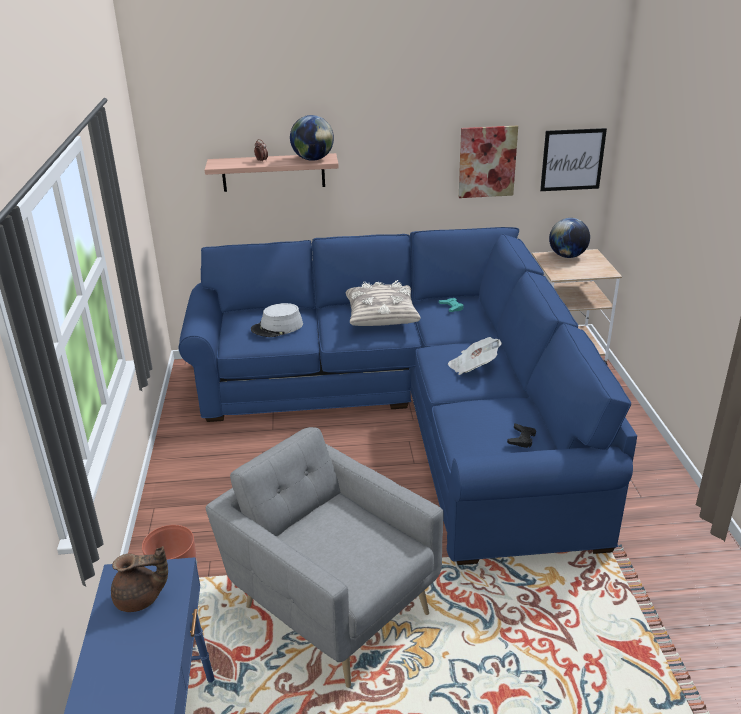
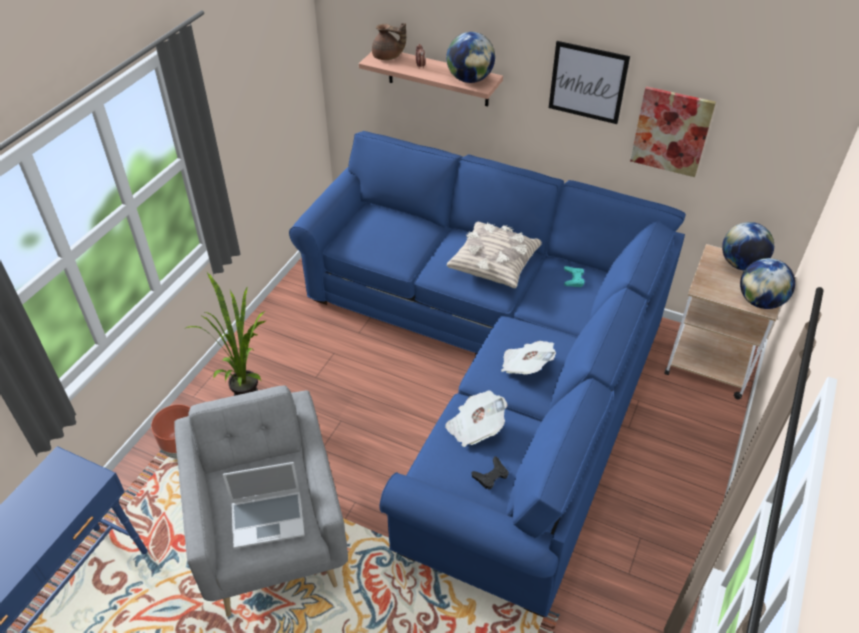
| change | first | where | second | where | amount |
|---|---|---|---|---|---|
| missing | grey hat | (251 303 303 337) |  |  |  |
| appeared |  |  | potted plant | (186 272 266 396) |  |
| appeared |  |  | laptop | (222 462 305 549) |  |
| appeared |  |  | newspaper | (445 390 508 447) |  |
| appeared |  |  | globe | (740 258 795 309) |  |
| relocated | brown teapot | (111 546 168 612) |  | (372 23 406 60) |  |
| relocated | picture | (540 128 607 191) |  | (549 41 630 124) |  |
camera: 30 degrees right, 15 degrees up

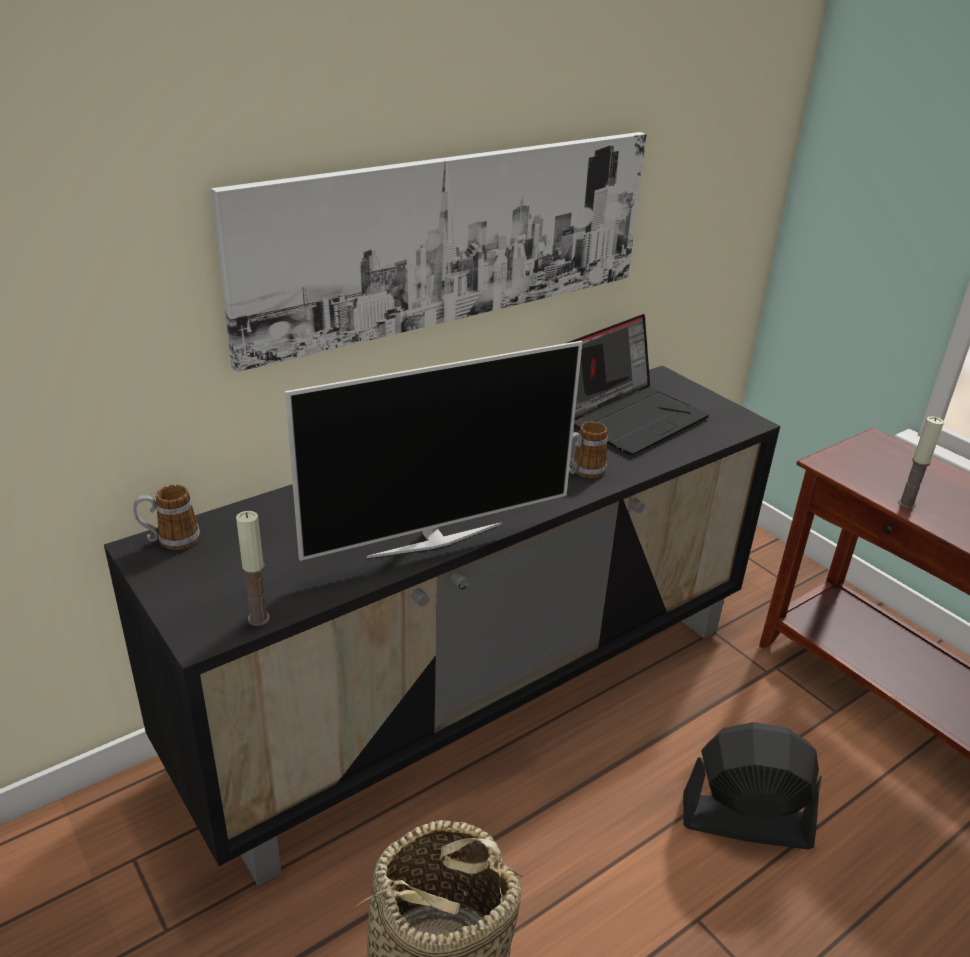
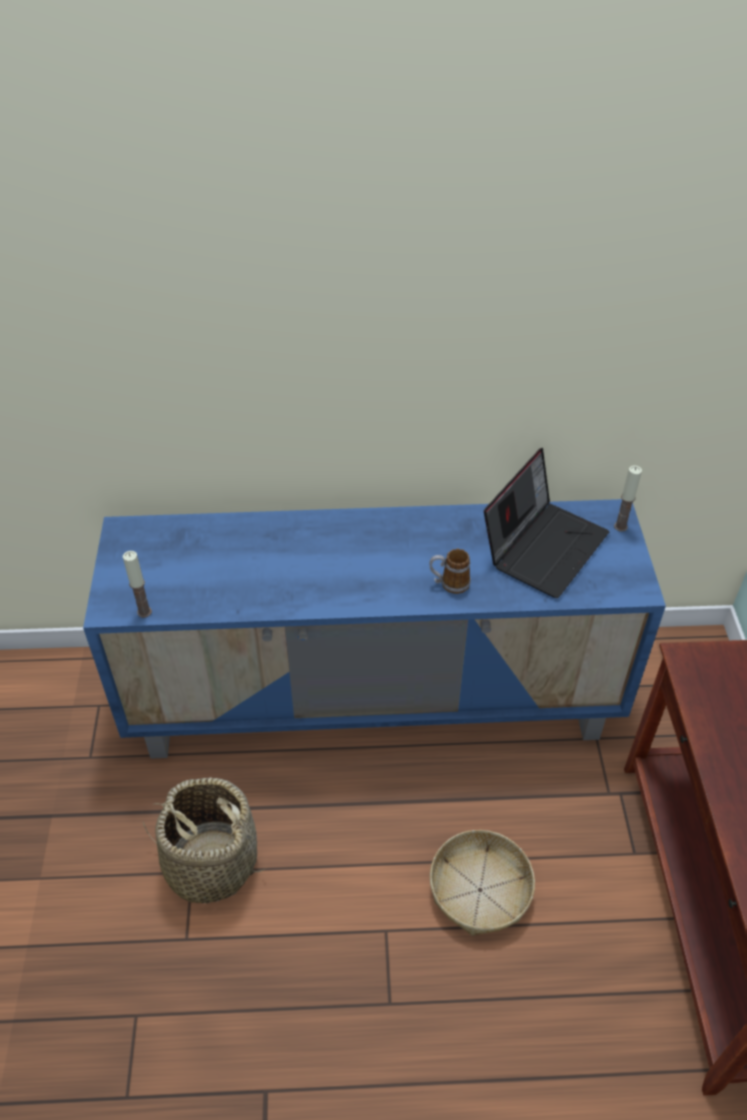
| change | first | where | second | where | amount |
|---|---|---|---|---|---|
| missing | mug | (133 485 200 550) |  |  |  |
| missing | picture | (211 132 647 373) |  |  |  |
| missing | television | (285 341 583 561) |  |  |  |
| relocated | candle | (898 416 944 509) |  | (614 465 642 532) |  |
| exchanged | black fan | (683 722 822 849) | basket | (430 830 535 936) |  |
| colour | black tv stand | (104 366 780 886) | blue tv stand | (83 499 666 759) |  |
| spun | laptop | (564 314 710 455) |  | (484 448 609 598) | 45 degrees counterclockwise |
camera: 35 degrees right, 15 degrees up

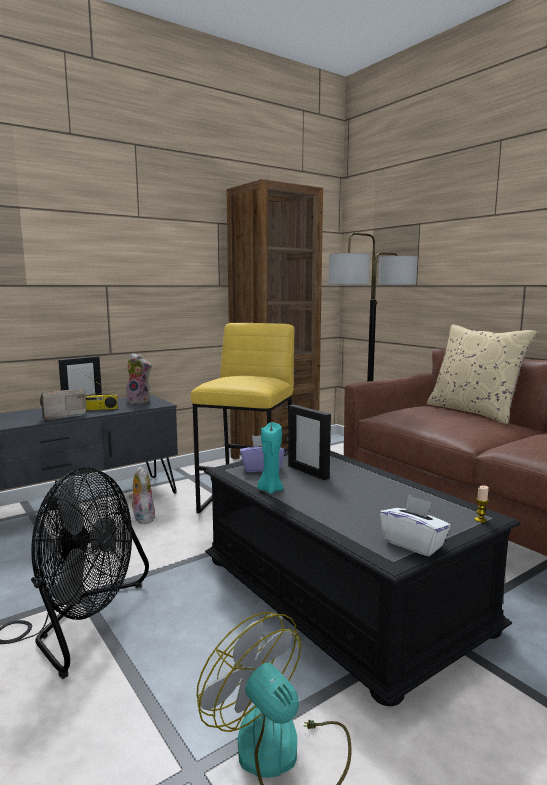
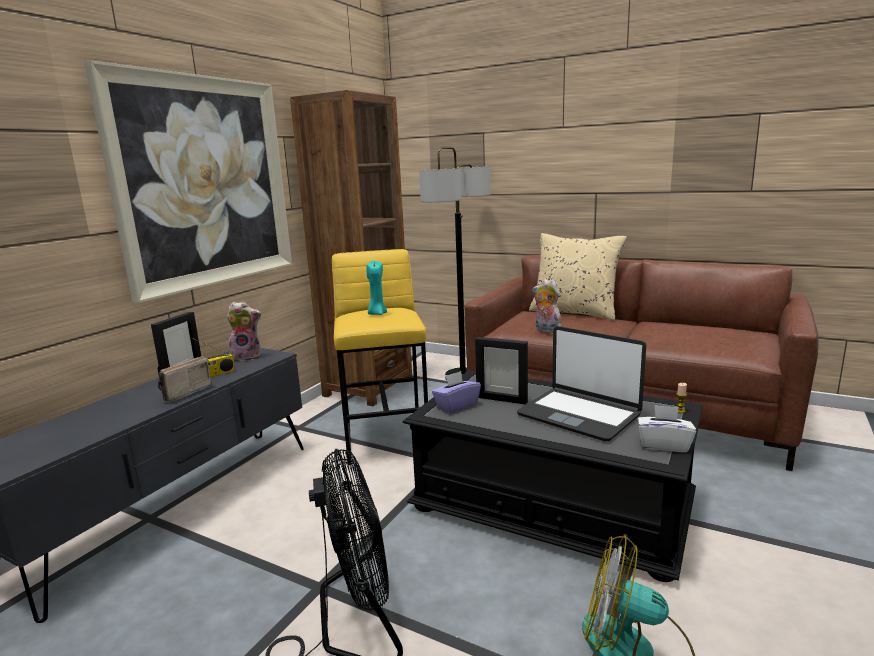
| change | first | where | second | where | amount |
|---|---|---|---|---|---|
| appeared |  |  | picture | (84 60 292 303) |  |
| appeared |  |  | laptop | (517 326 646 441) |  |
| relocated | plush toy | (128 466 155 524) |  | (532 279 561 333) |  |
| relocated | turquoise candle | (257 422 284 494) |  | (366 261 387 315) |  |
camera: 25 degrees left, 5 degrees up

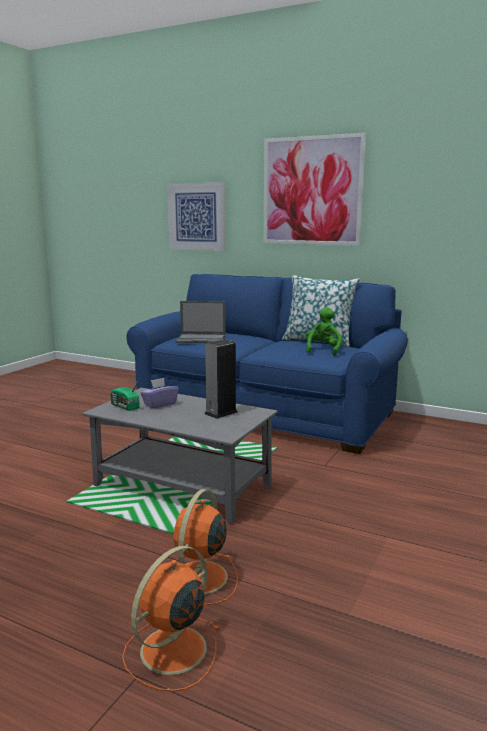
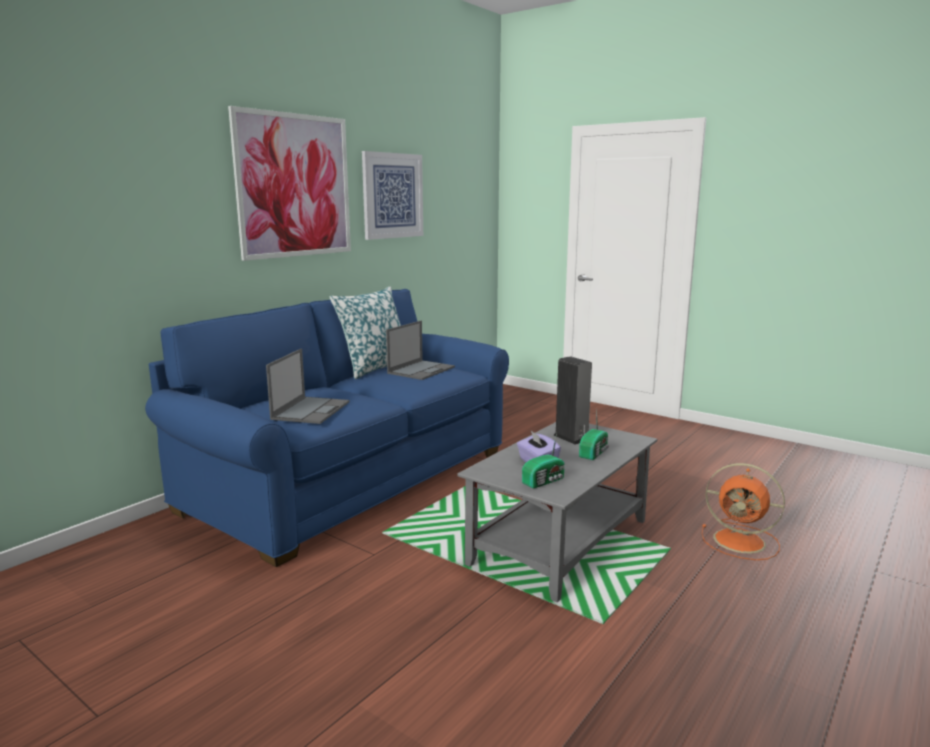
| change | first | where | second | where | amount |
|---|---|---|---|---|---|
| missing | orange fan | (122 546 221 691) |  |  |  |
| appeared |  |  | radio | (579 409 609 460) |  |
| relocated | picture | (167 182 225 251) |  | (362 151 423 240) |  |
| exchanged | green plush toy | (305 307 342 356) | laptop | (386 321 455 380) |  |
camera: 80 degrees left, 0 degrees up

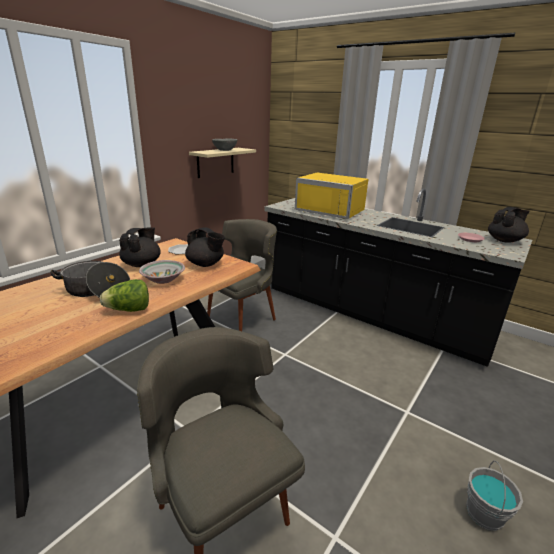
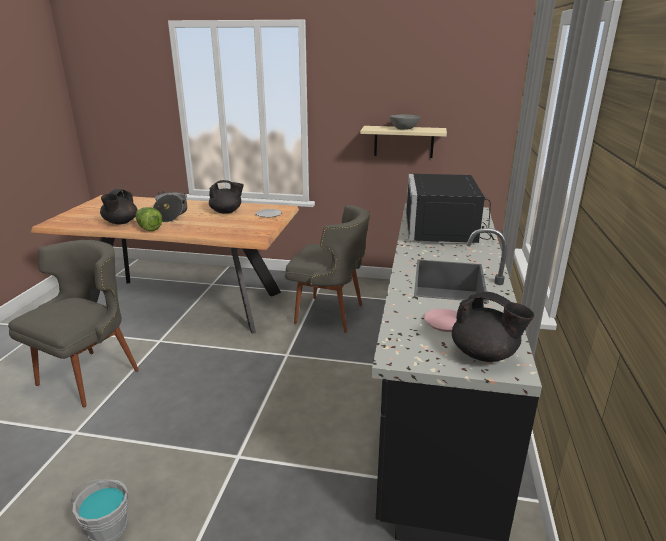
| change | first | where | second | where | amount |
|---|---|---|---|---|---|
| missing | bowl | (139 260 185 284) |  |  |  |
| relocated | black teapot | (185 227 225 267) |  | (100 189 138 225) |  |
| colour | yellow microwave | (295 173 368 219) | black microwave | (406 174 494 243) |  |
camera: 65 degrees right, 0 degrees up

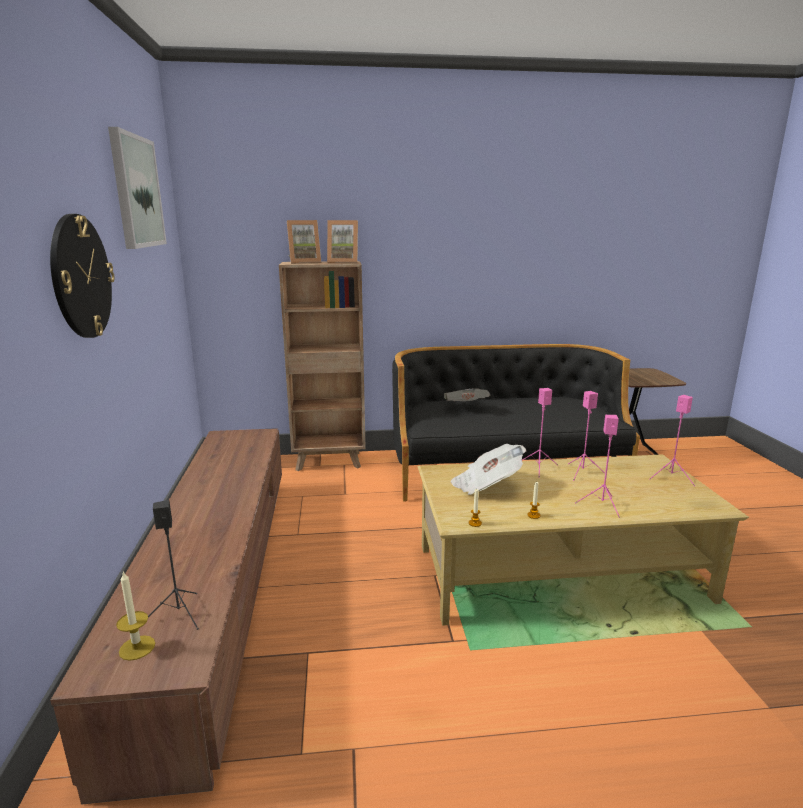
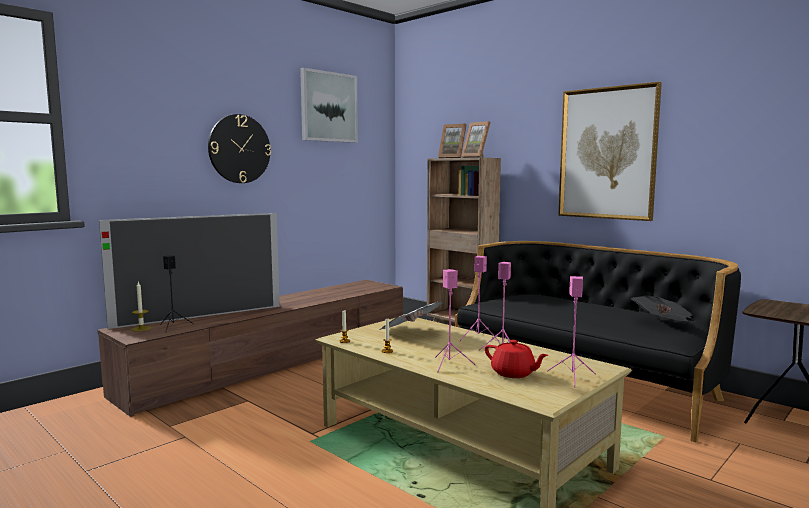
| change | first | where | second | where | amount |
|---|---|---|---|---|---|
| appeared |  |  | television | (99 213 280 329) |  |
| appeared |  |  | red teapot | (485 340 548 378) |  |
| appeared |  |  | picture | (558 82 662 221) |  |
| relocated | newspaper | (444 388 491 401) |  | (631 296 692 321) |  |
camera: 50 degrees right, 10 degrees down

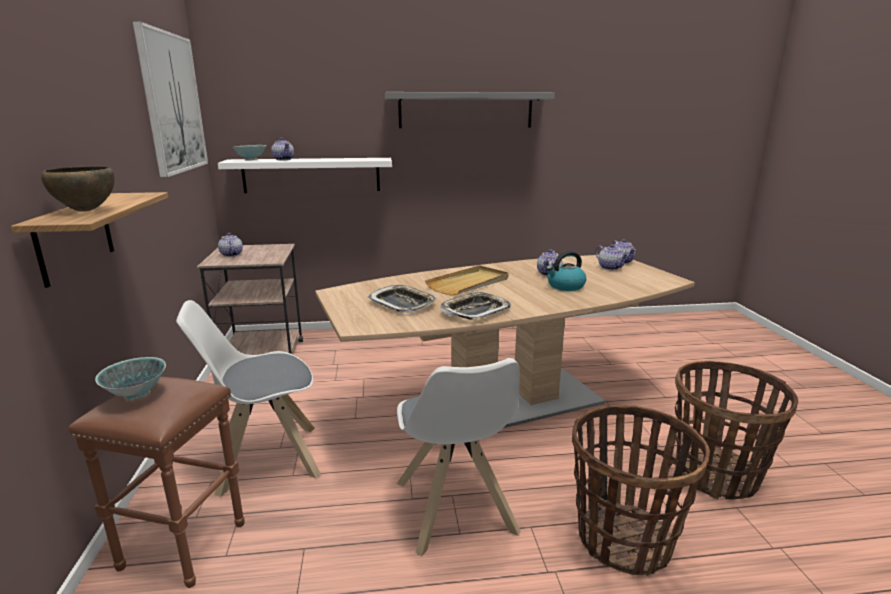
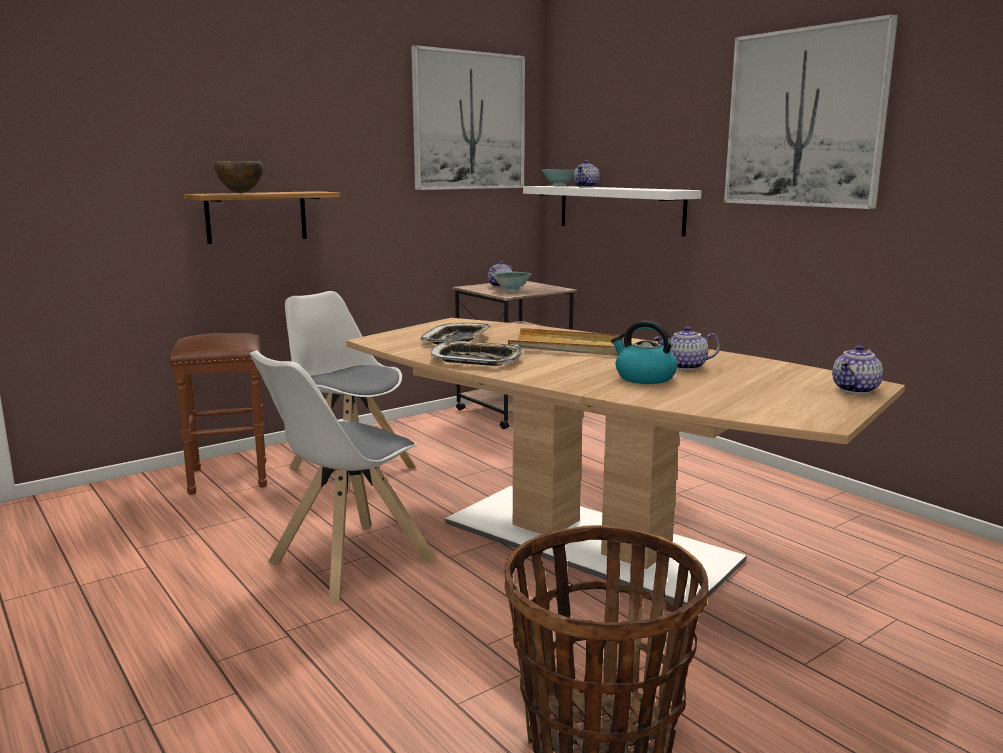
| change | first | where | second | where | amount |
|---|---|---|---|---|---|
| missing | basket | (572 405 710 576) |  |  |  |
| missing | teapot | (595 244 629 270) |  |  |  |
| relocated | bowl | (95 357 166 400) |  | (492 272 531 292) |  |
| exchanged | grey shelf | (385 92 555 128) | picture | (724 14 898 209) |  |
camera: 60 degrees right, 5 degrees down

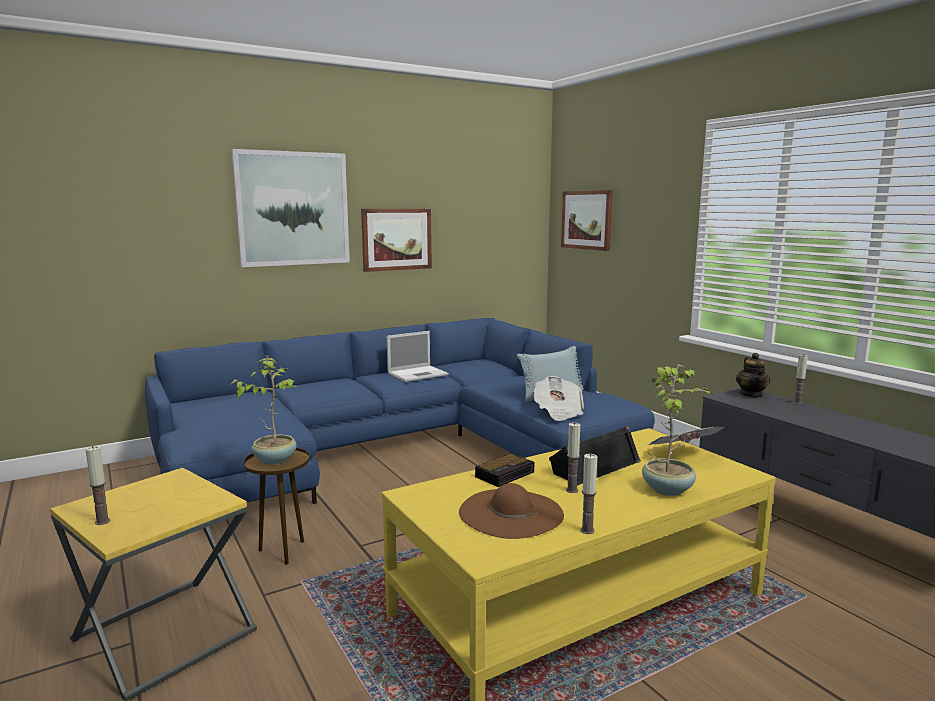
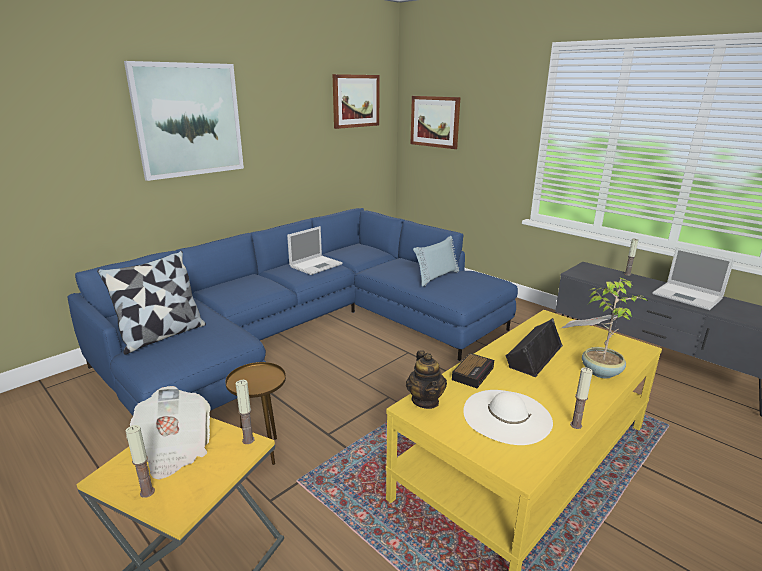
| change | first | where | second | where | amount |
|---|---|---|---|---|---|
| missing | potted plant | (230 355 297 465) |  |  |  |
| appeared |  |  | pillow | (97 251 206 354) |  |
| appeared |  |  | laptop | (652 247 734 310) |  |
| relocated | picture | (361 209 432 272) |  | (333 74 380 129) |  |
| relocated | newspaper | (533 376 584 421) |  | (126 386 211 480) |  |
| relocated | candle | (566 422 580 493) |  | (236 380 255 444) |  |
| relocated | teapot | (736 353 770 398) |  | (406 350 447 409) |  |
| colour | brown hat | (459 483 564 539) | white hat | (463 390 553 445) |  |
camera: 15 degrees left, 10 degrees up

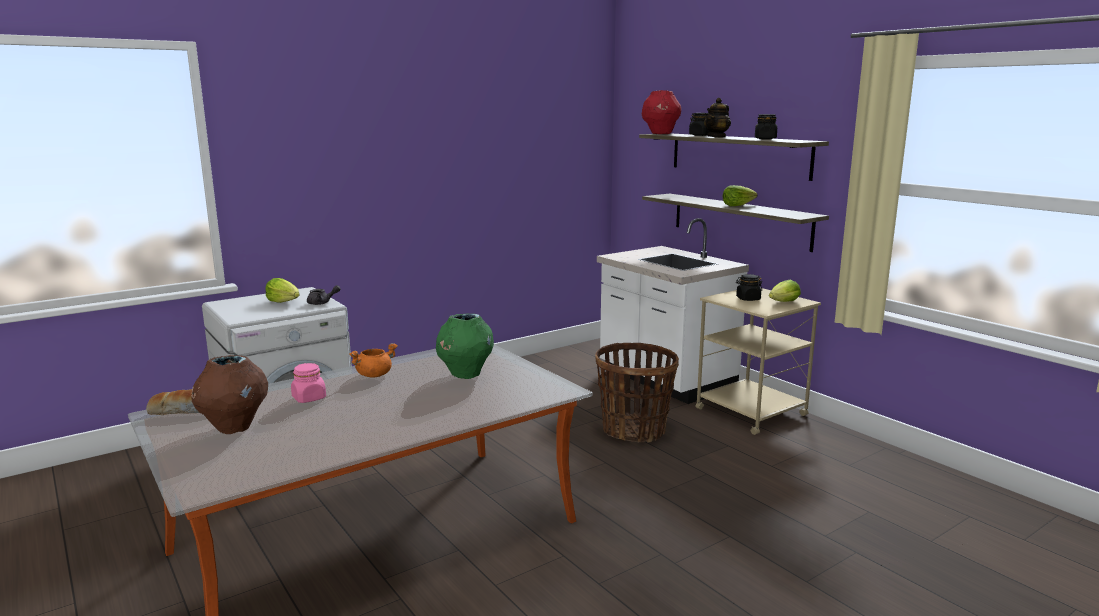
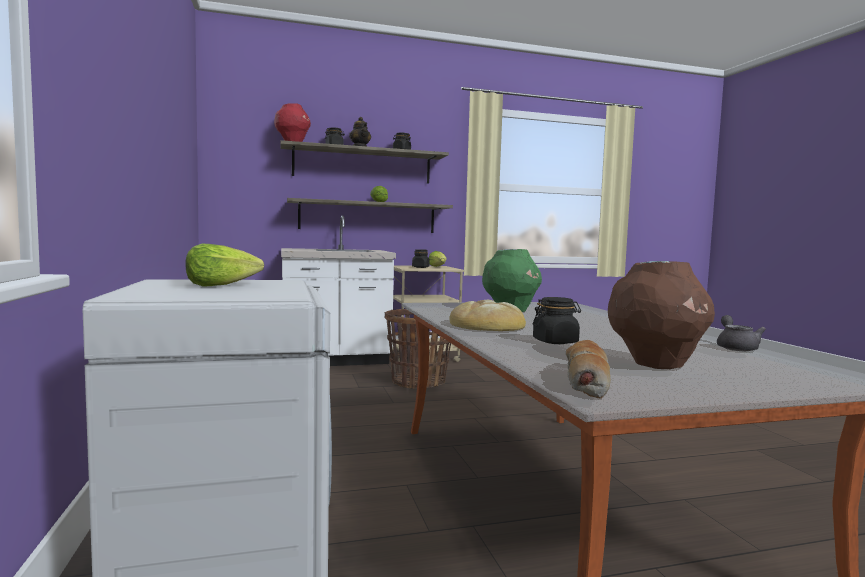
| change | first | where | second | where | amount |
|---|---|---|---|---|---|
| relocated | grey teapot | (307 285 340 305) |  | (717 315 766 351) |  |
| exchanged | orange cooking pot | (349 343 398 378) | bread | (449 300 526 331) |  |
| colour | pink jar | (291 363 326 403) | black jar | (533 297 581 344) |  |
camera: 70 degrees left, 10 degrees down

